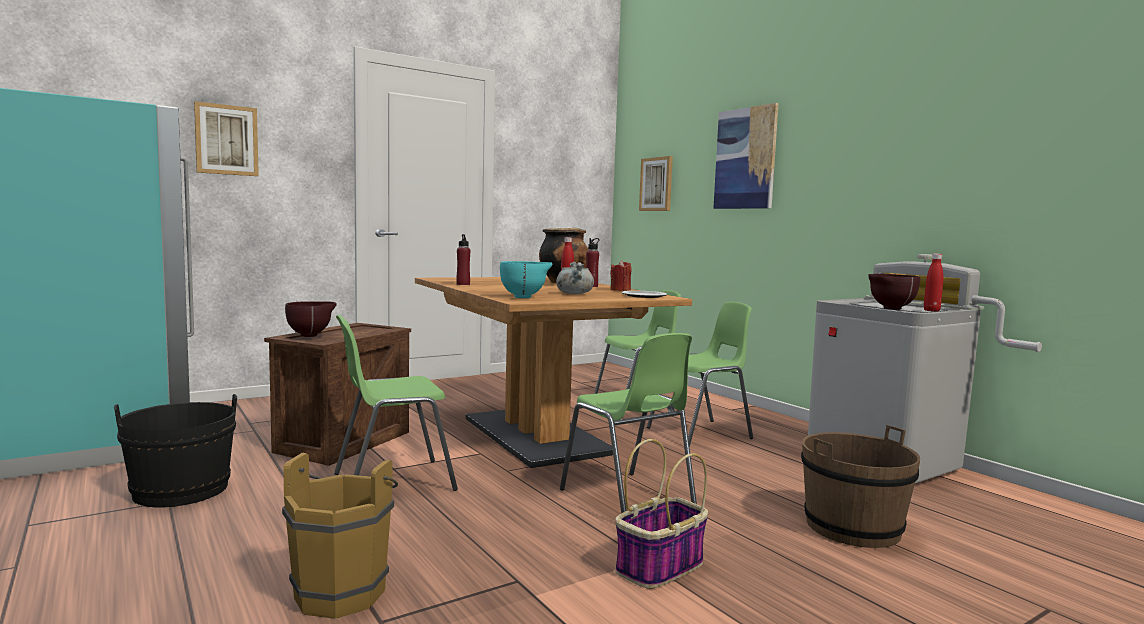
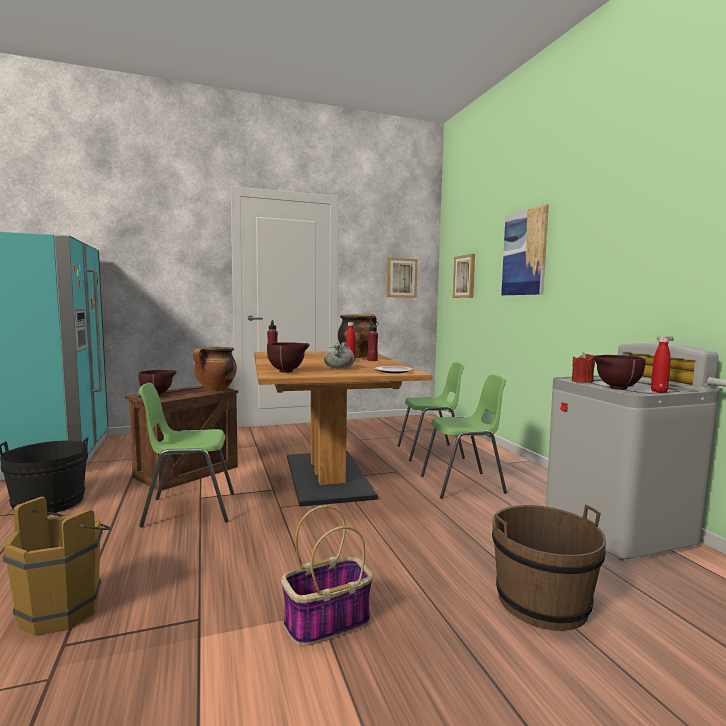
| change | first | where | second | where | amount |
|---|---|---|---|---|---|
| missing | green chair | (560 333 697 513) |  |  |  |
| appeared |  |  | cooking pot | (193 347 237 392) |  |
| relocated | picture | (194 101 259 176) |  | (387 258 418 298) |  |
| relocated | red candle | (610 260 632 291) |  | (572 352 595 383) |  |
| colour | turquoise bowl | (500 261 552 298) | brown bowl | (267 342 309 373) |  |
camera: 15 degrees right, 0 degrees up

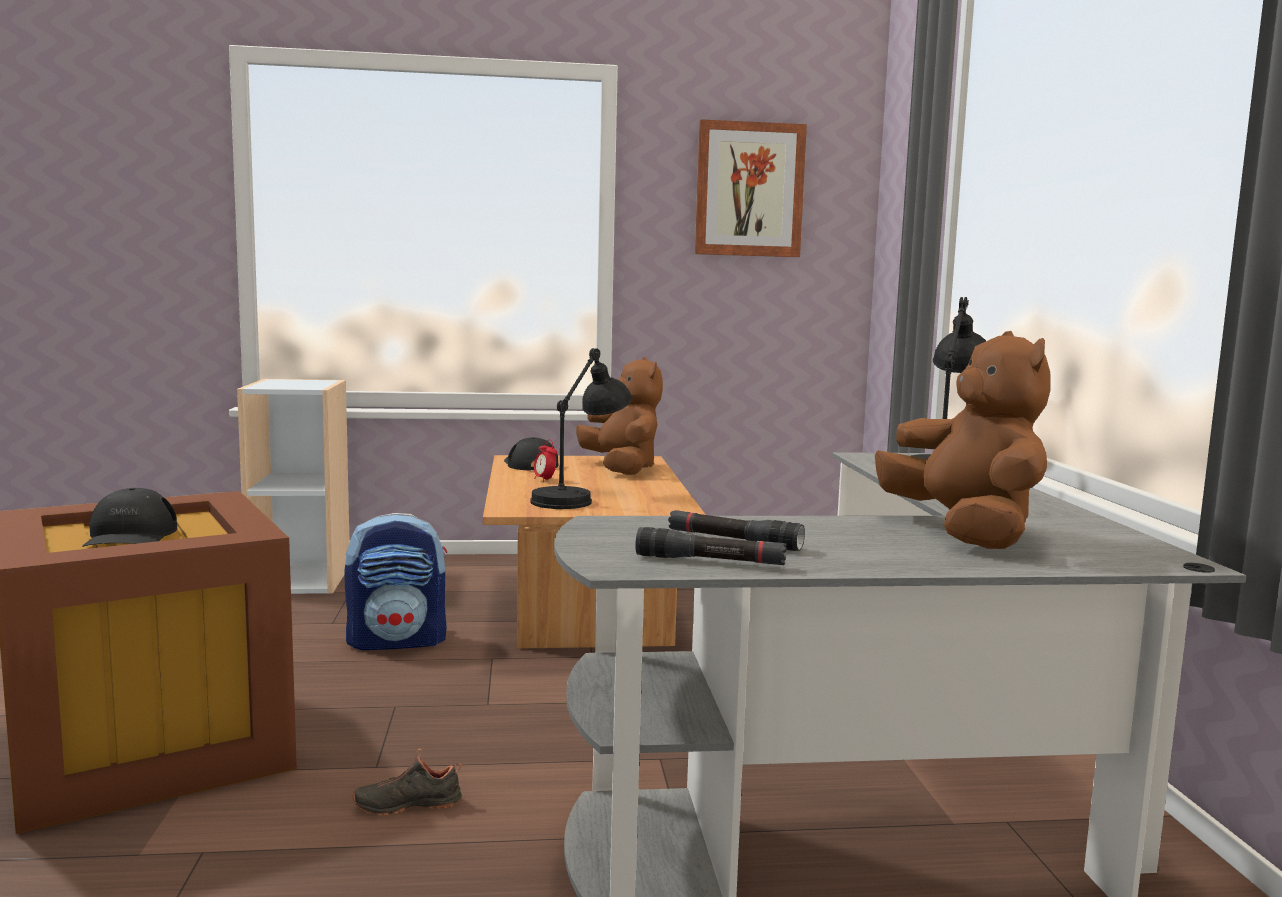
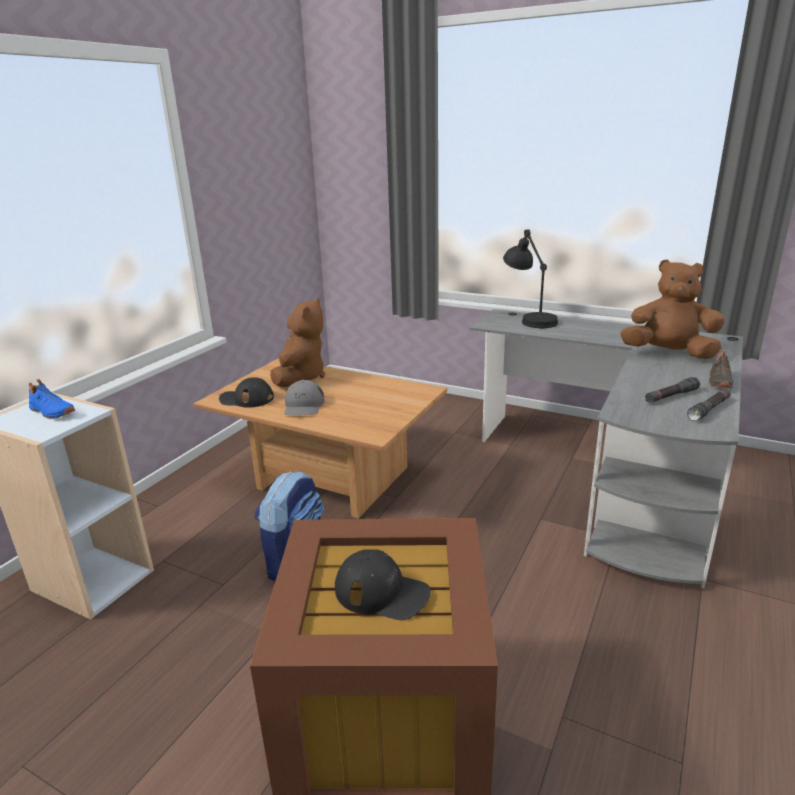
| change | first | where | second | where | amount |
|---|---|---|---|---|---|
| missing | black table lamp | (530 348 632 509) |  |  |  |
| missing | picture | (695 119 807 257) |  |  |  |
| appeared |  |  | blue shoe | (28 379 75 419) |  |
| relocated | black shoe | (353 749 462 815) |  | (709 350 733 388) |  |
| exchanged | alarm clock | (534 440 557 482) | grey cap | (284 380 325 415) |  |
| spun | brown plush toy | (576 357 663 475) |  | (270 298 325 387) | 90 degrees clockwise |
camera: 55 degrees left, 15 degrees up

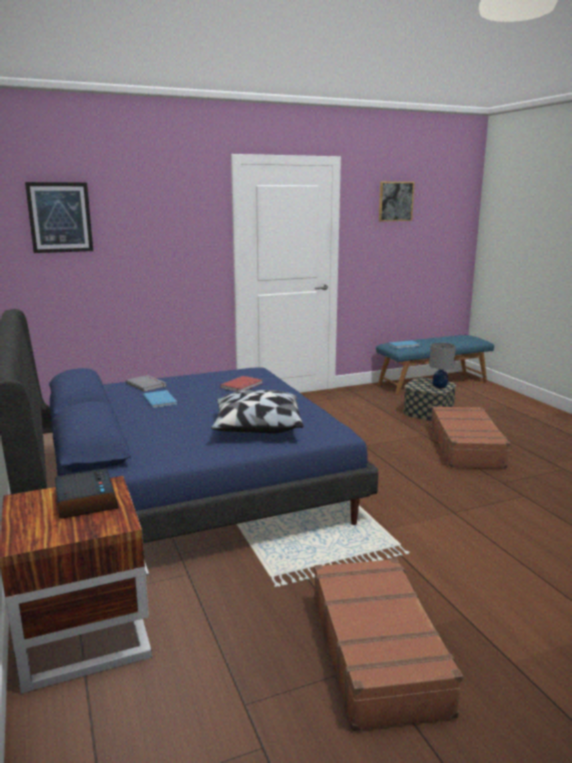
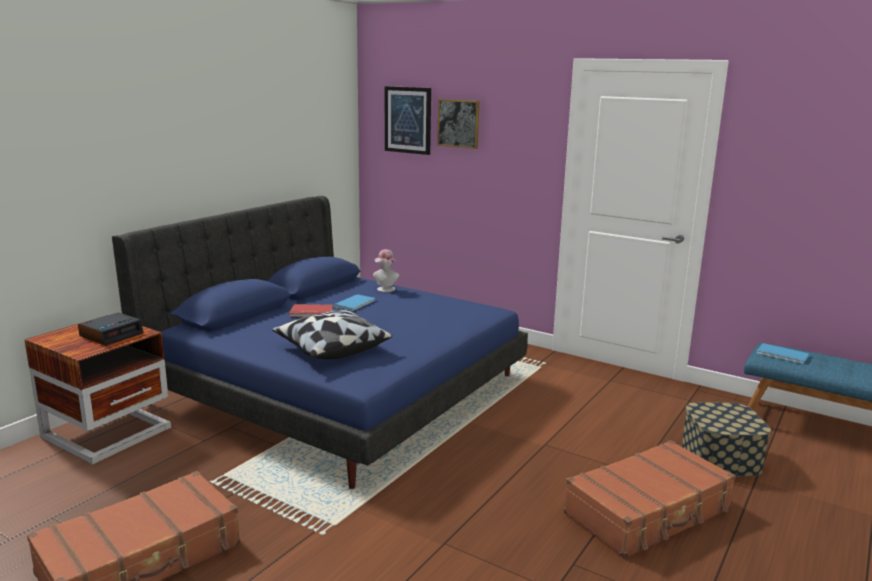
| change | first | where | second | where | amount |
|---|---|---|---|---|---|
| missing | grey table lamp | (429 343 456 388) |  |  |  |
| relocated | red book | (220 376 263 392) |  | (289 304 333 317) |  |
| relocated | picture | (379 182 415 221) |  | (437 99 480 149) |  |
| exchanged | grey book | (126 375 166 392) | hat | (373 249 400 292) |  |
camera: 55 degrees right, 0 degrees up

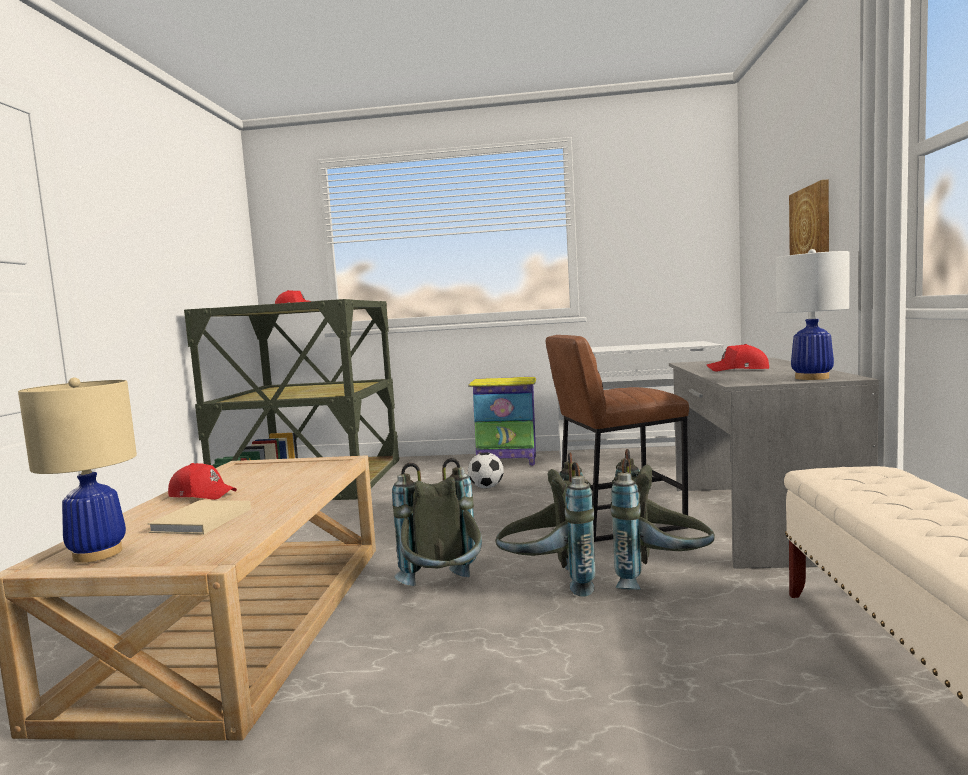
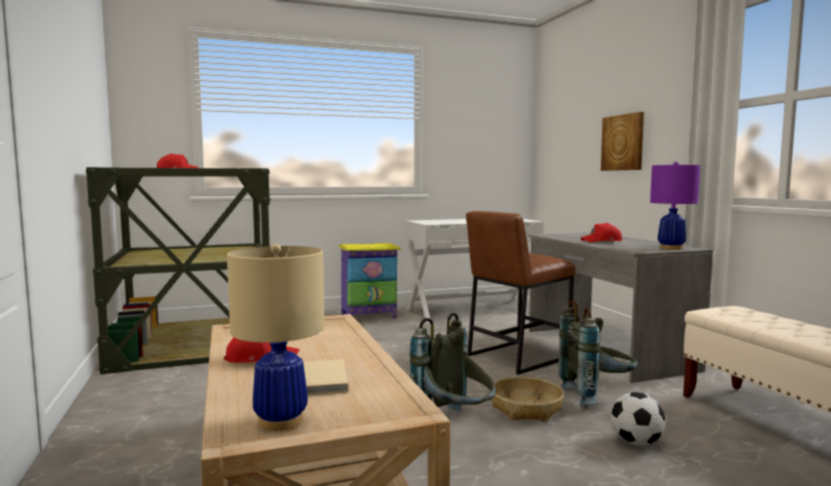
| change | first | where | second | where | amount |
|---|---|---|---|---|---|
| relocated | football | (468 452 504 488) |  | (610 392 665 446) |  |
| exchanged | grey backpack | (495 452 595 597) | basket | (492 377 564 421) |  |
| colour | white table lamp | (776 249 850 380) | purple table lamp | (650 162 700 250) |  |
camera: 25 degrees left, 0 degrees up

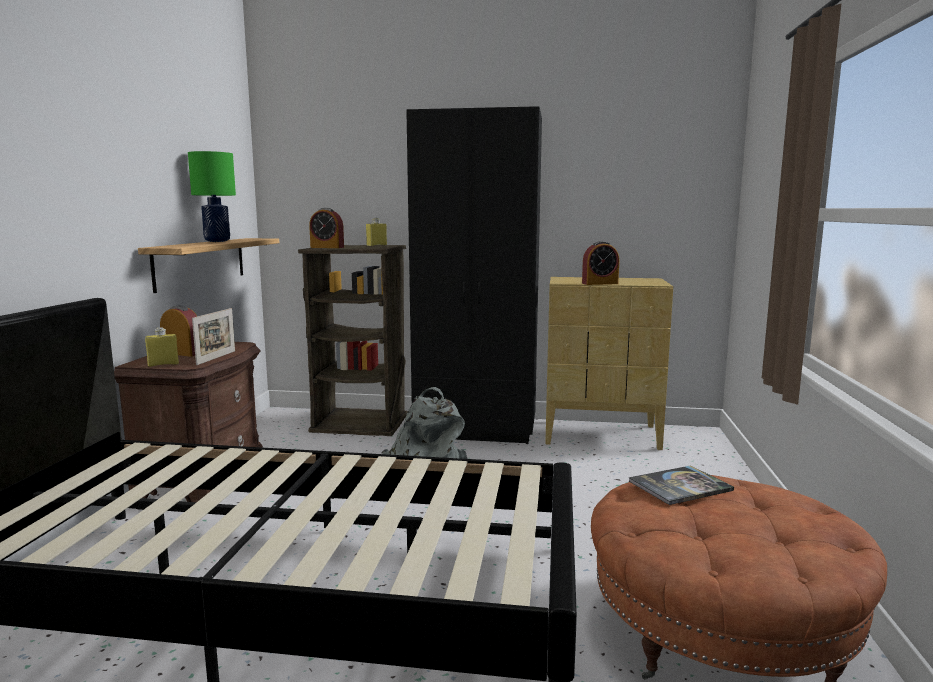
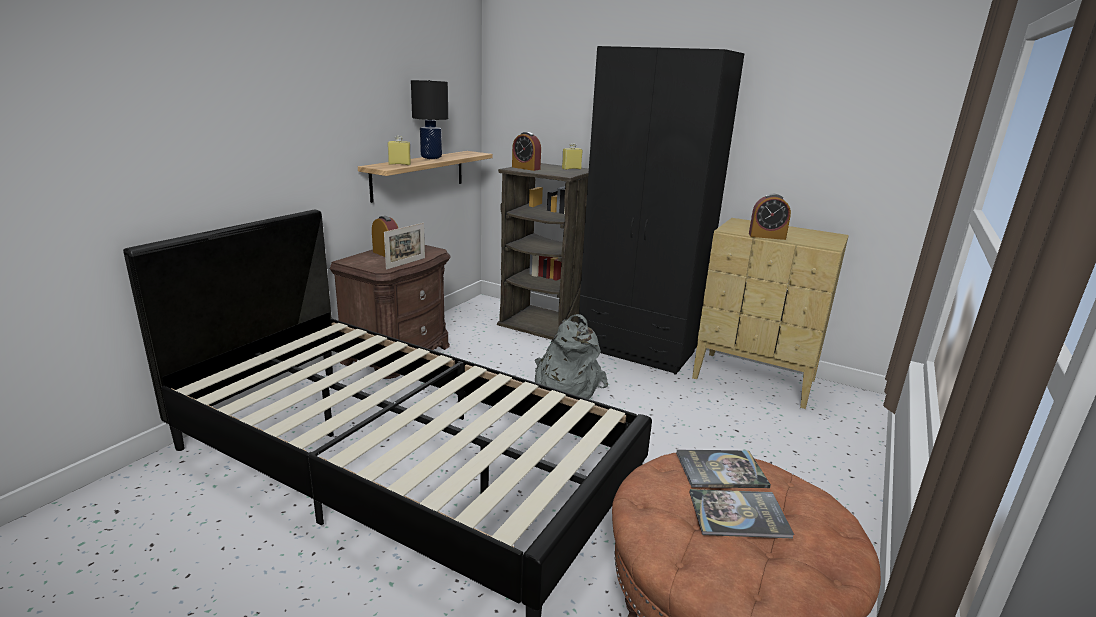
| change | first | where | second | where | amount |
|---|---|---|---|---|---|
| appeared |  |  | book | (689 489 794 539) |  |
| relocated | yellow bottle | (145 327 179 367) |  | (388 135 411 165) |  |
| colour | green table lamp | (188 151 236 242) | black table lamp | (411 80 448 159) |  |
camera: 20 degrees right, 10 degrees up

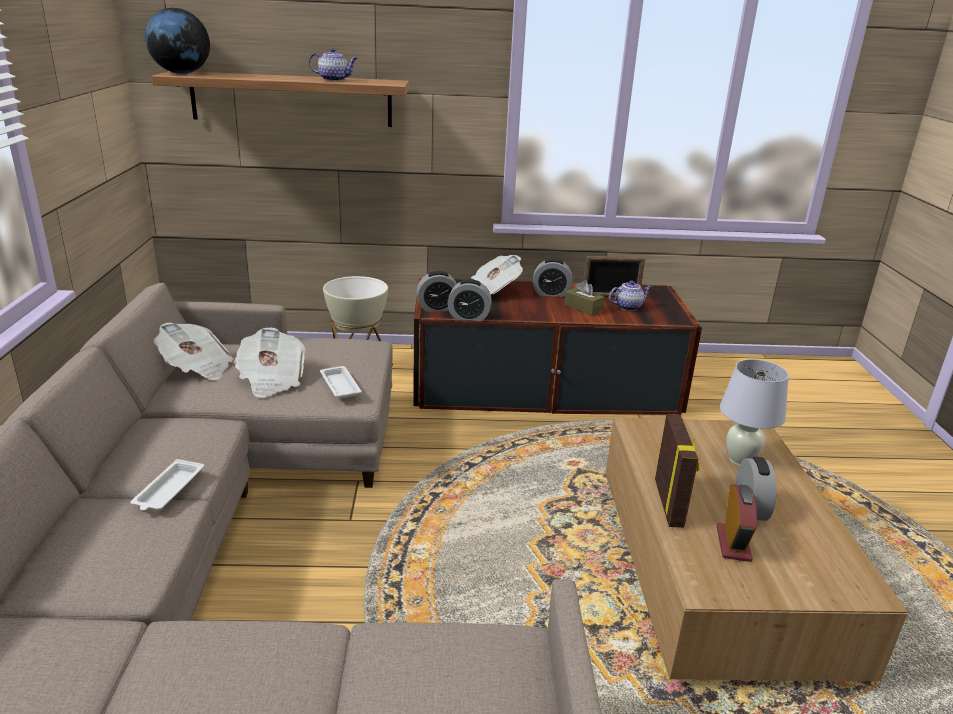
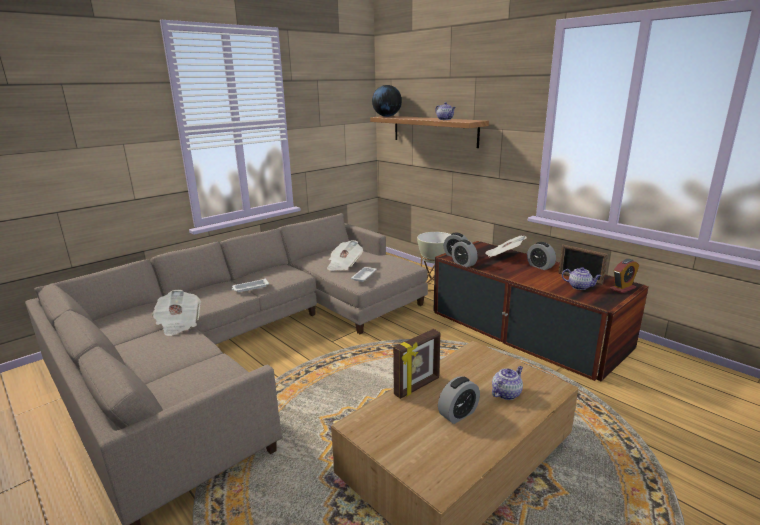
| change | first | where | second | where | amount |
|---|---|---|---|---|---|
| missing | brown tissue box | (564 280 605 315) |  |  |  |
| relocated | newspaper | (154 322 233 380) |  | (152 290 201 336) |  |
| relocated | alarm clock | (717 484 757 562) |  | (610 259 639 294) |  |
| exchanged | white table lamp | (720 359 789 465) | teapot | (492 366 523 400) |  |
camera: 50 degrees right, 5 degrees down

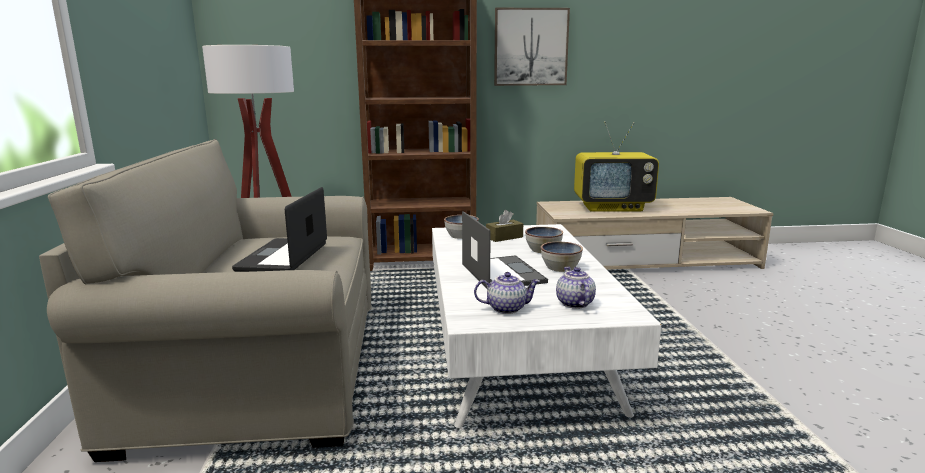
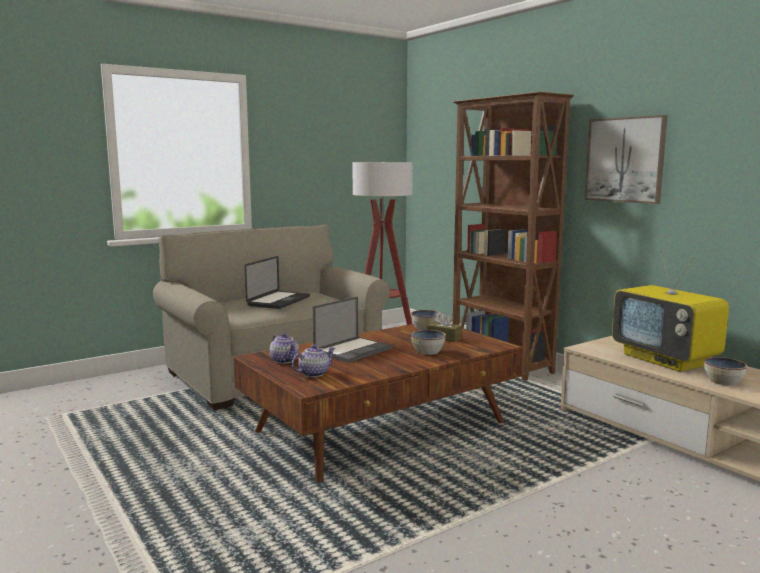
| change | first | where | second | where | amount |
|---|---|---|---|---|---|
| relocated | bowl | (541 242 583 272) |  | (704 357 747 386) |  |
| colour | white coffee table | (432 224 662 428) | brown coffee table | (233 324 523 482) |  |
| spun | laptop | (232 187 327 272) |  | (245 256 310 309) | 135 degrees clockwise |
camera: 60 degrees right, 5 degrees down

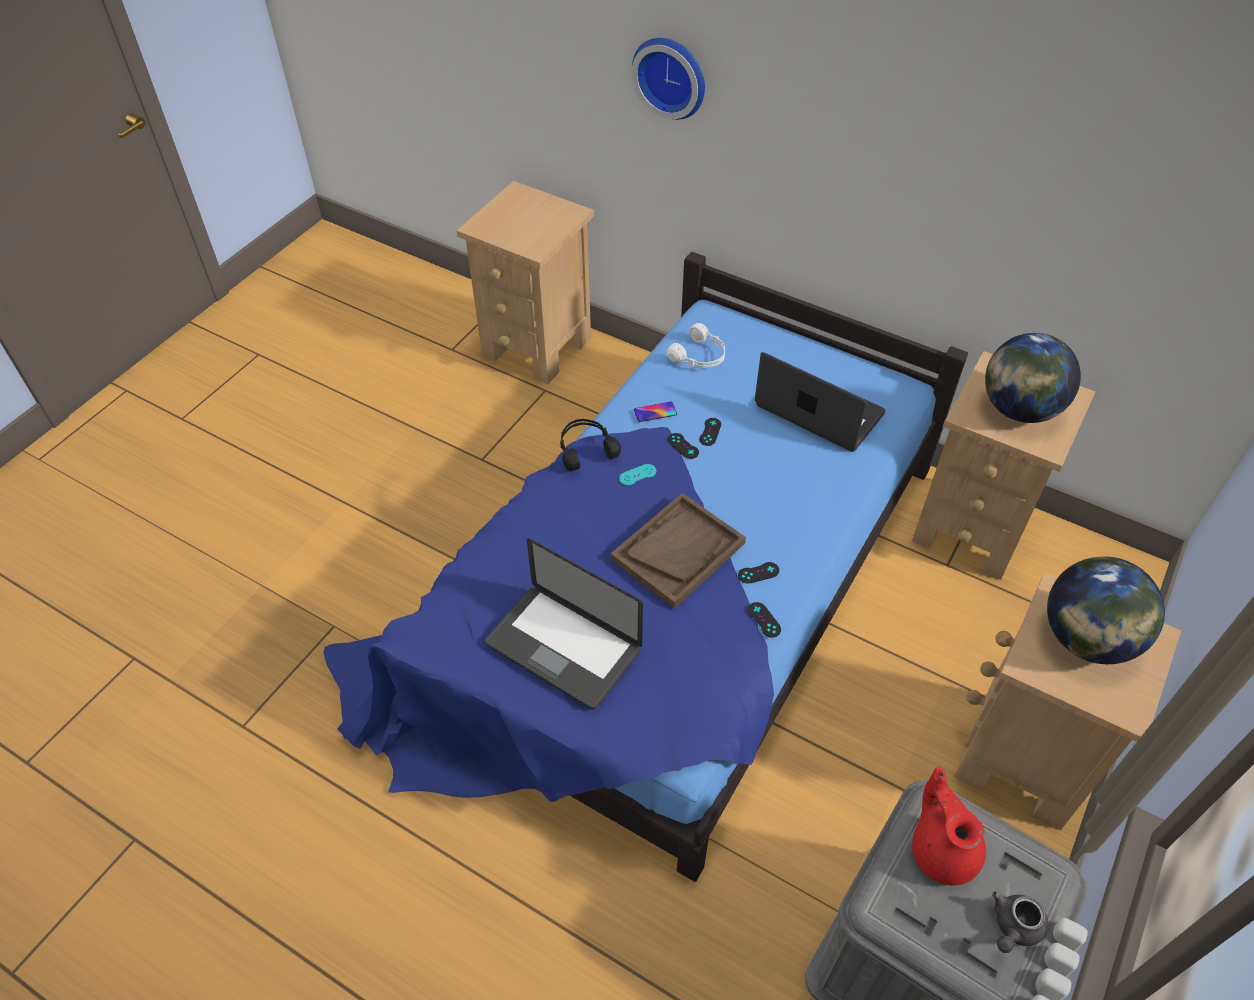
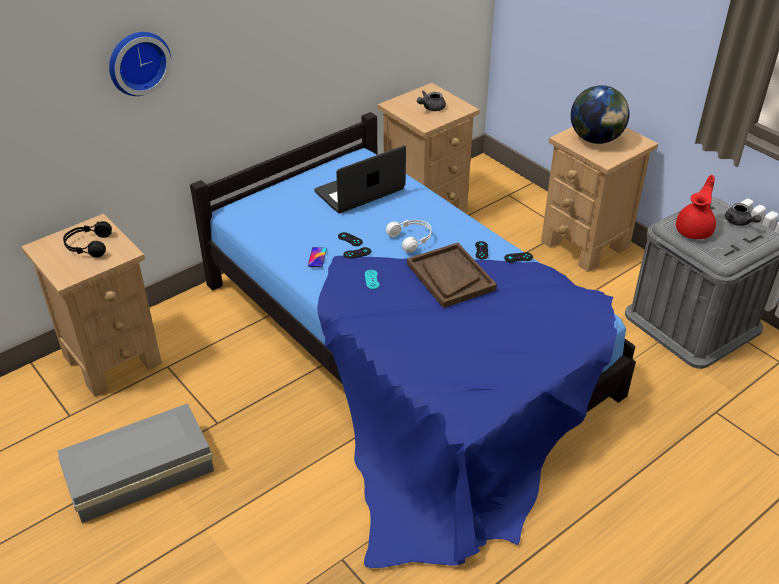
| change | first | where | second | where | amount |
|---|---|---|---|---|---|
| missing | laptop | (485 538 643 710) |  |  |  |
| appeared |  |  | grey storage box | (57 403 214 523) |  |
| relocated | black headphones | (560 419 621 471) |  | (63 221 112 258) |  |
| relocated | white headphones | (667 323 725 368) |  | (386 220 431 253) |  |
| exchanged | globe | (985 333 1081 423) | grey teapot | (417 90 446 111) |  |
| spun | red teapot | (912 767 986 886) |  | (676 175 716 239) | 120 degrees clockwise |
camera: 70 degrees left, 10 degrees down

